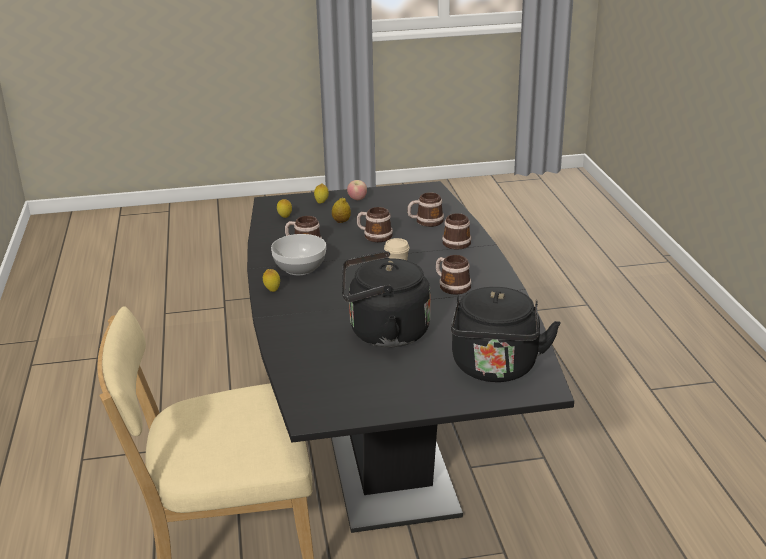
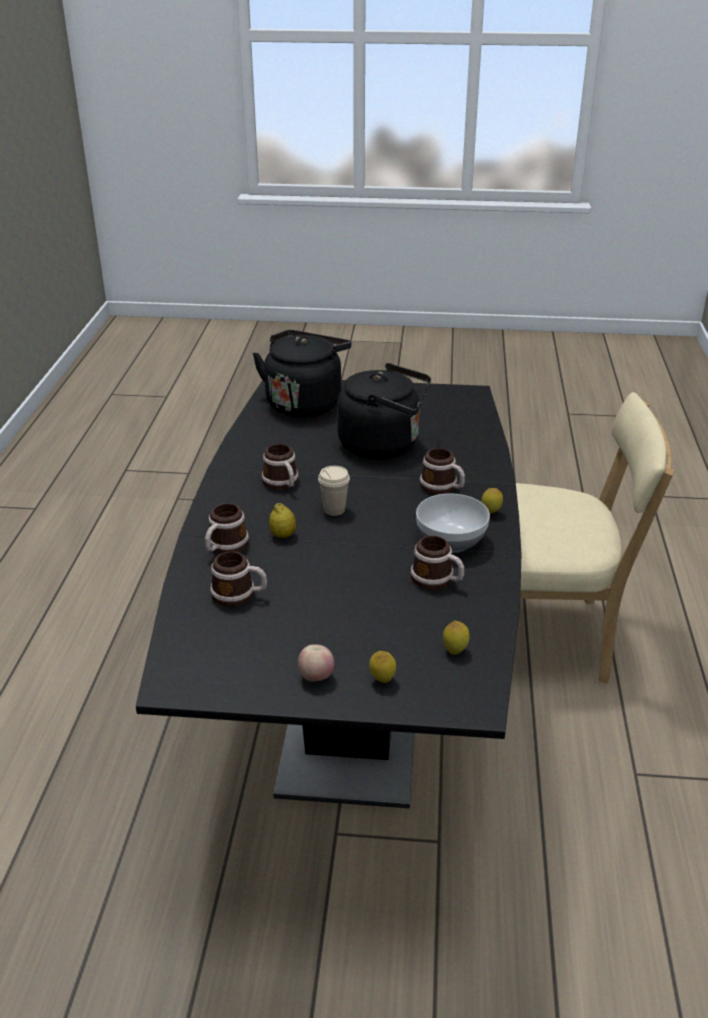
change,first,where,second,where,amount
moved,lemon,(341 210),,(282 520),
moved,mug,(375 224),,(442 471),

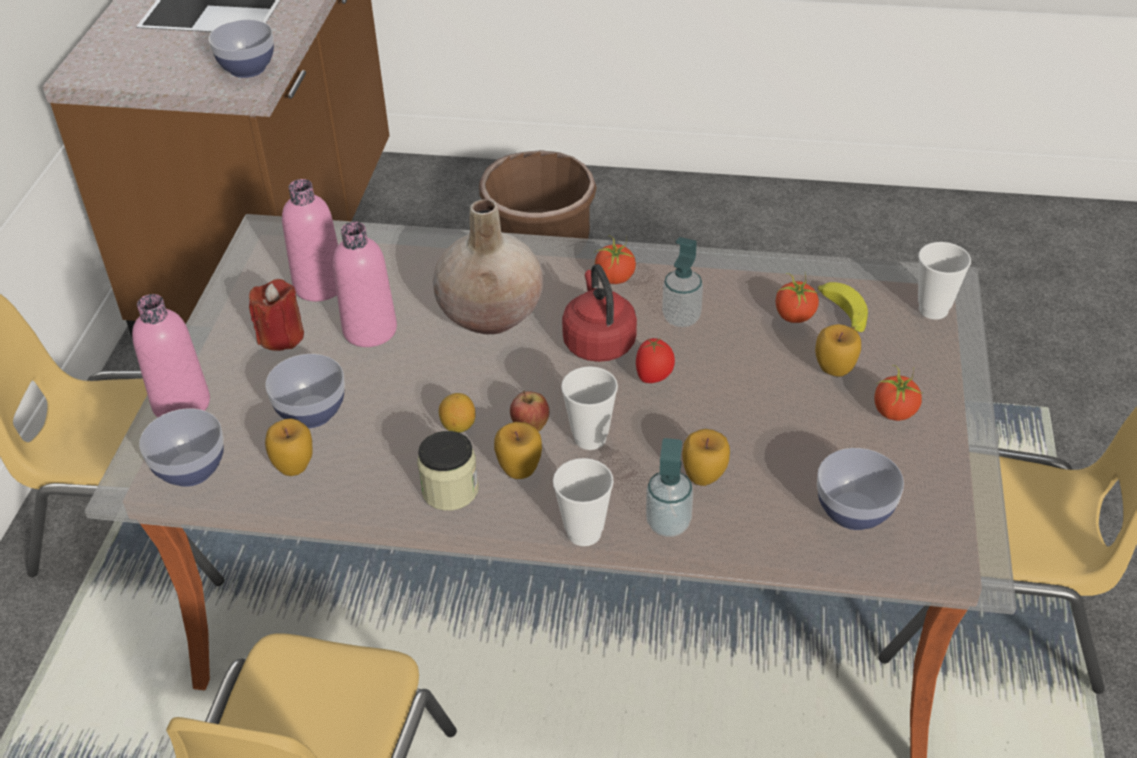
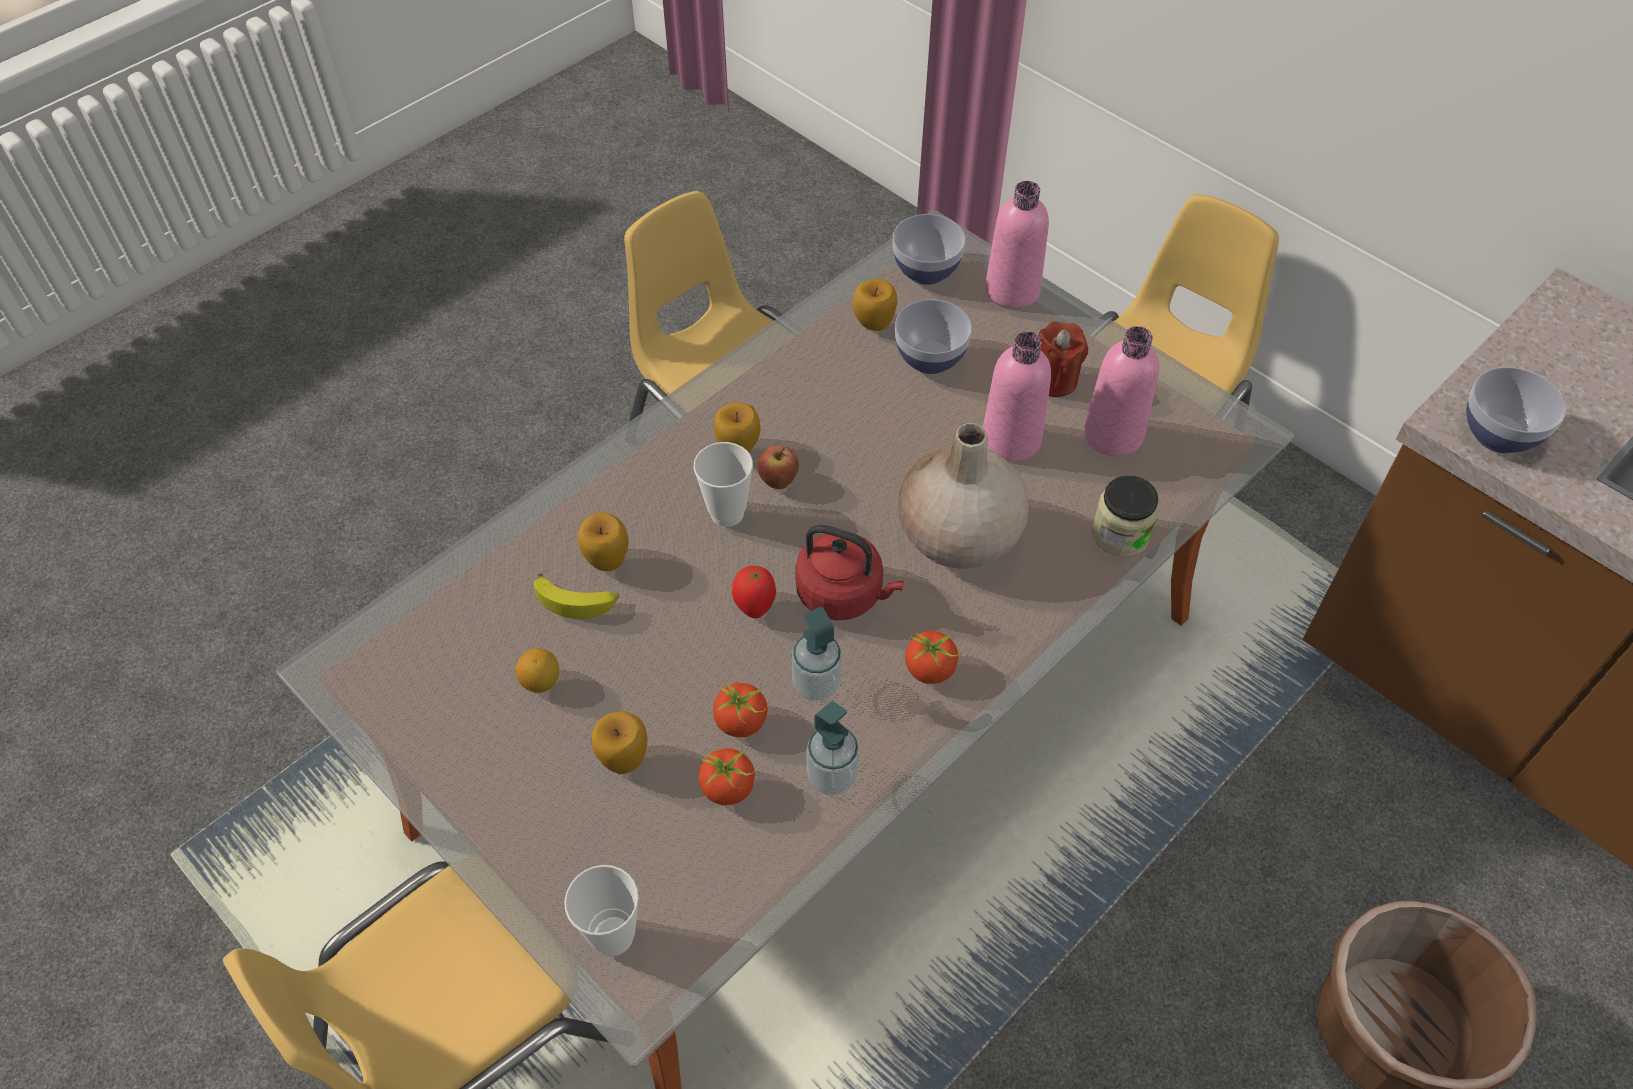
change,first,where,second,where,amount
moved,banana,(843 307),,(576 596),
moved,tomato,(899 393),,(740 708),
moved,lemon,(457 413),,(537 670),
moved,jar,(448 471),,(1125 516),
moved,soap dispenser,(669 487),,(833 748),
removed,bowl,(860 489),,,
removed,cup,(583 502),,,

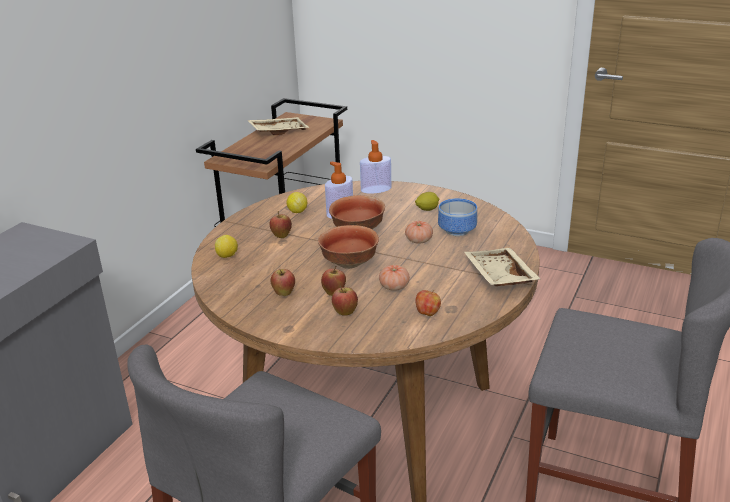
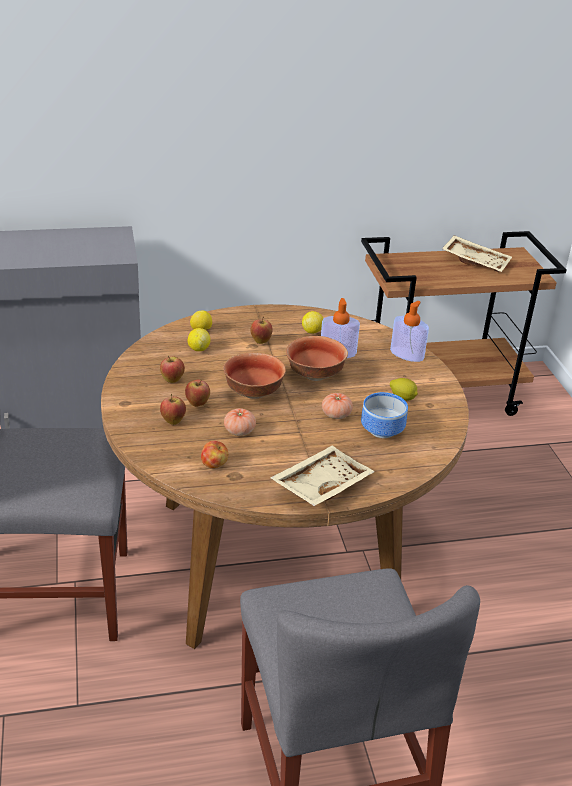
change,first,where,second,where,amount
added,,,lemon,(199 339),

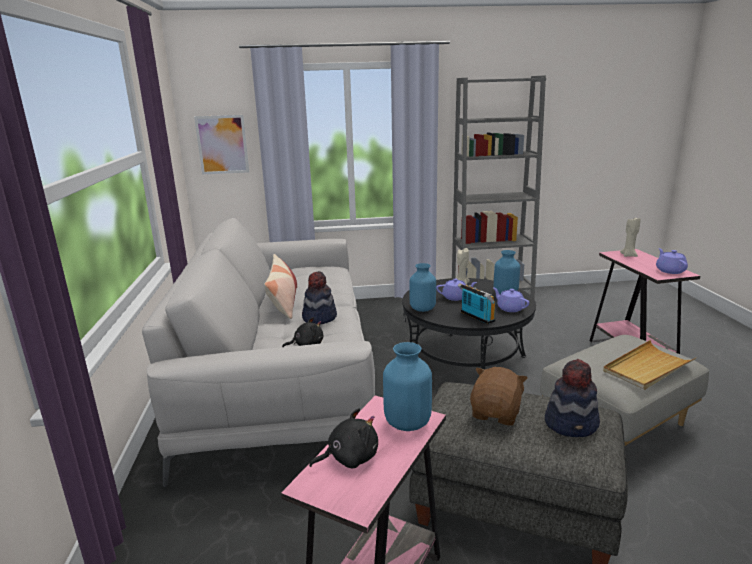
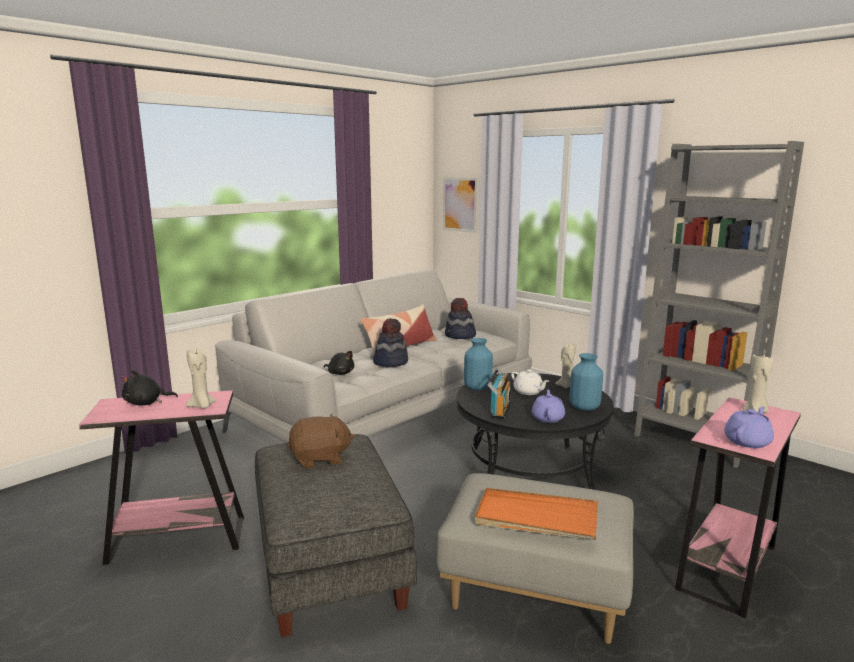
change,first,where,second,where,amount
recoloured,purple teapot,(456 289),white teapot,(530 382),
recoloured,beige tray,(650 365),orange tray,(536 514),
replaced,blue vase,(407 386),beige candle,(201 378),
moved,hat,(572 398),,(460 318),
turned,black plush toy,(343 438),,(150 388),135 degrees clockwise

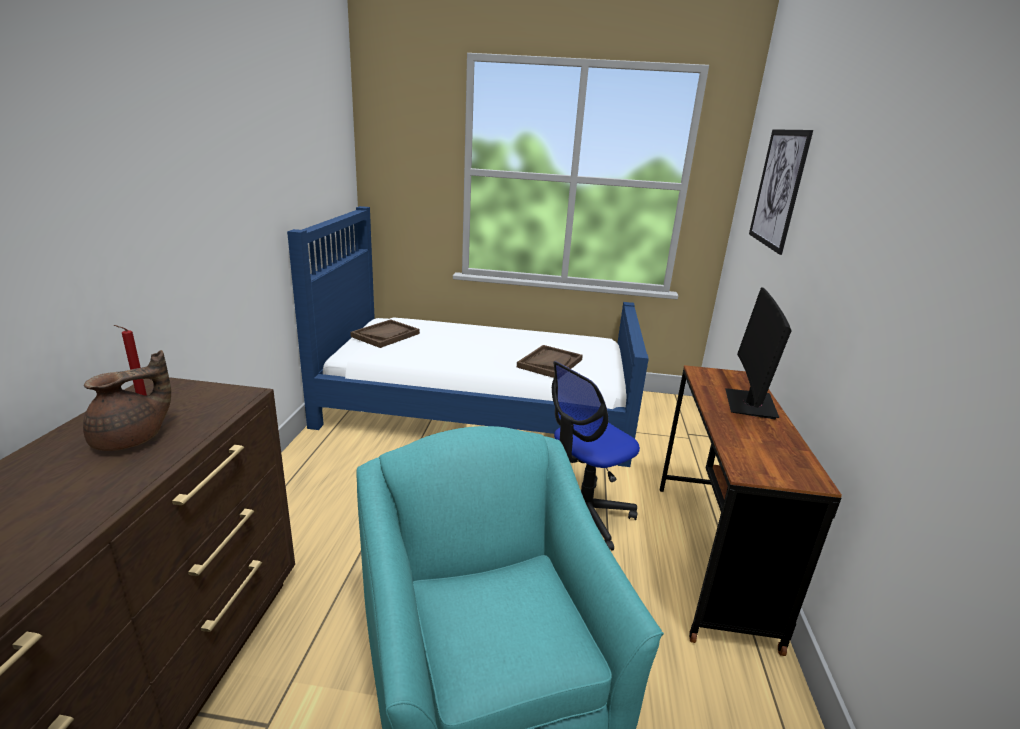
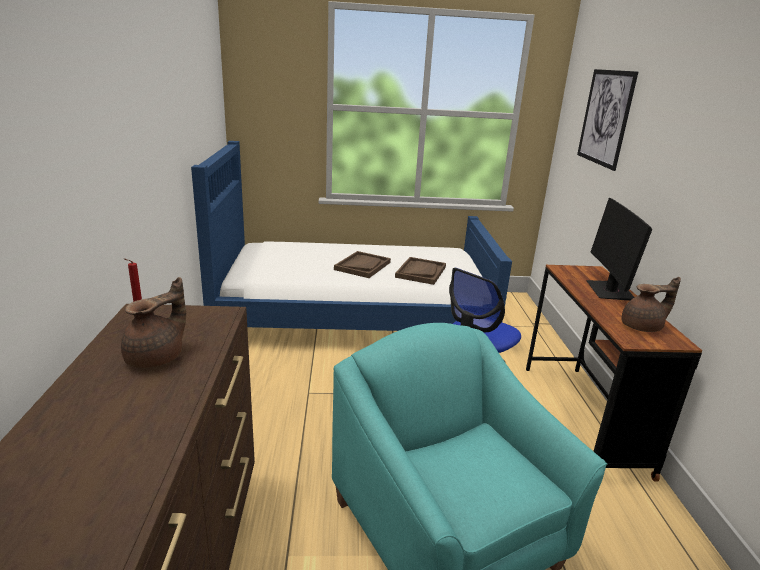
change,first,where,second,where,amount
moved,brown tray,(385 333),,(362 264),
added,,,brown teapot,(651 304),

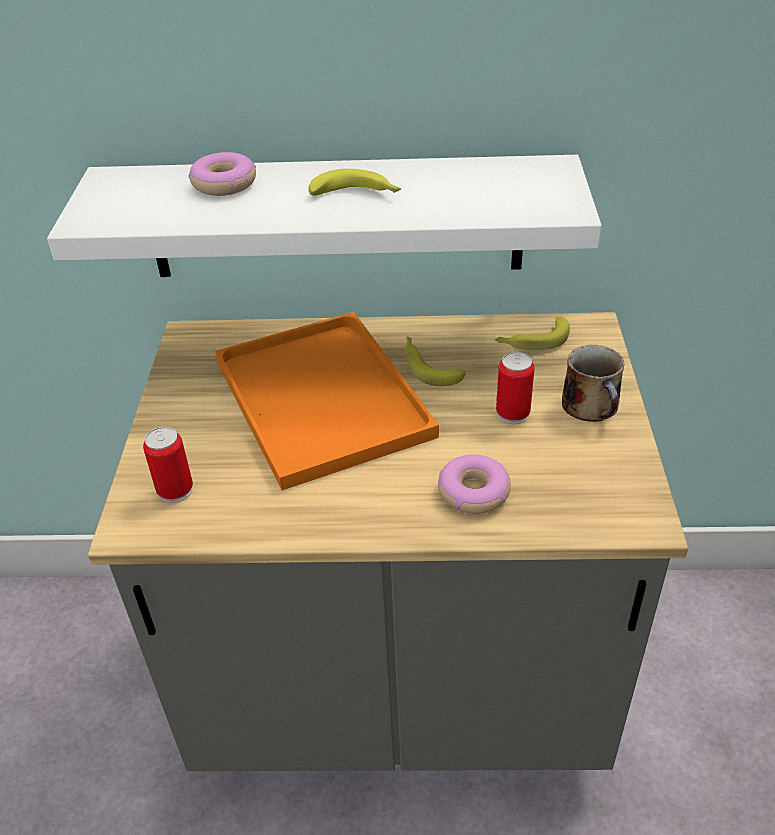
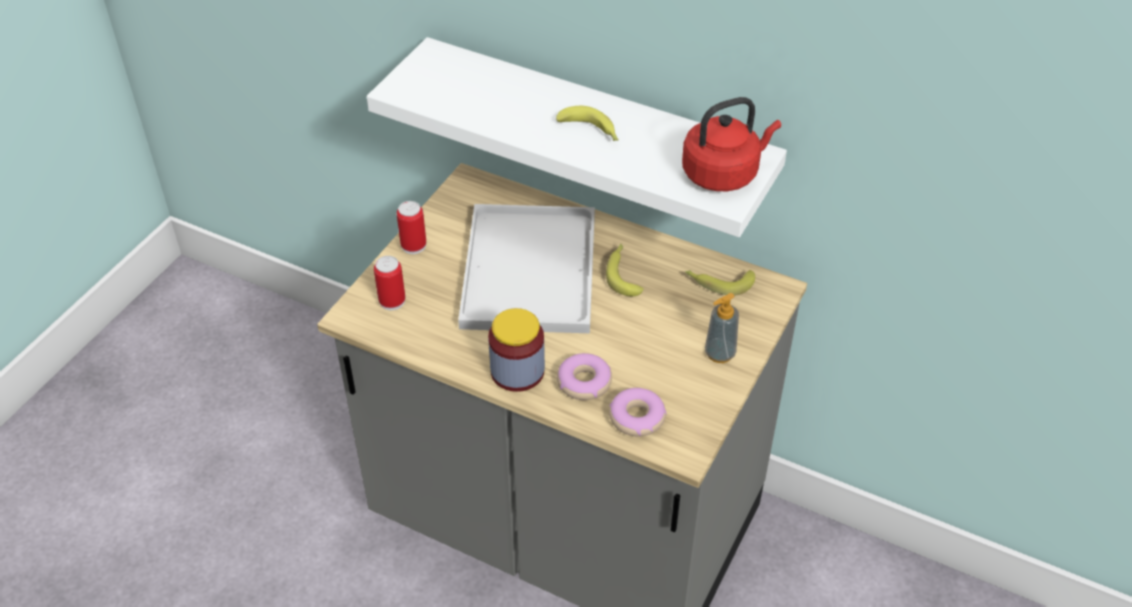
change,first,where,second,where,amount
moved,donut,(222 174),,(638 412),
recoloured,orange tray,(327 401),white tray,(526 268),
replaced,mug,(593 383),soap dispenser,(722 328),
moved,can,(515 388),,(411 227),
added,,,red kettle,(731 144),
added,,,jar,(516 350),

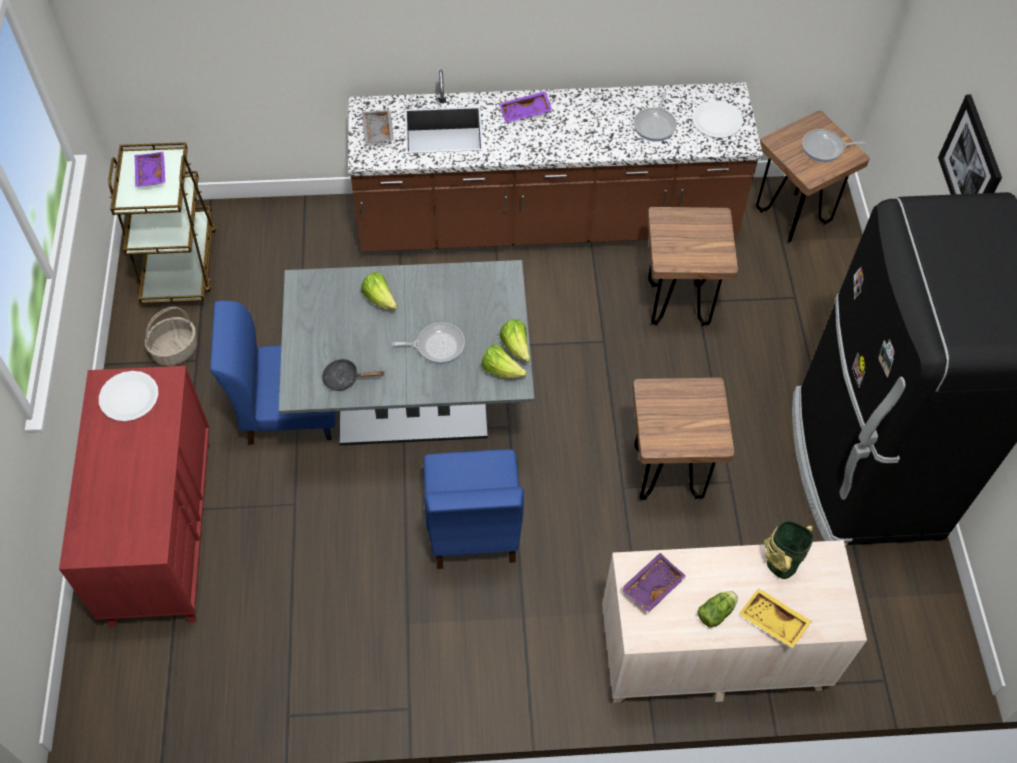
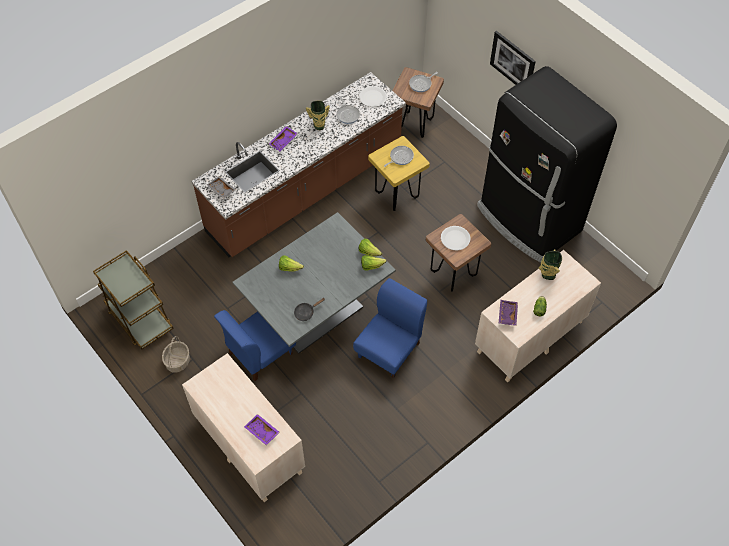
change,first,where,second,where,amount
moved,purple tray,(150 169),,(261 429),
recoloured,brown stool,(692 266),yellow stool,(399 173),
moved,frying pan,(428 343),,(399 156),
recoloured,red dresser,(134 496),beige dresser,(243 427),
moved,white plate,(128 396),,(456 238),
turned,blue chair,(473 509),,(390 328),105 degrees counterclockwise
removed,yellow tray,(775 618),,,
added,,,vase,(318 115),

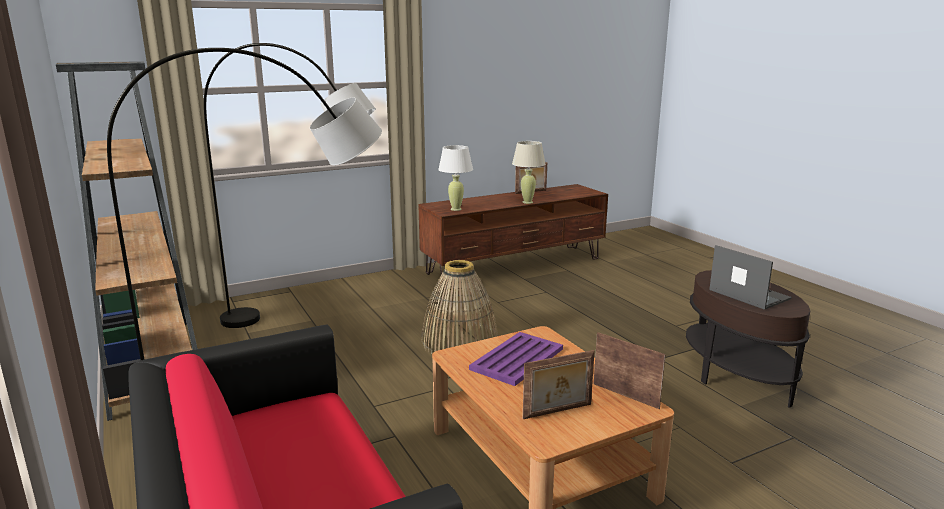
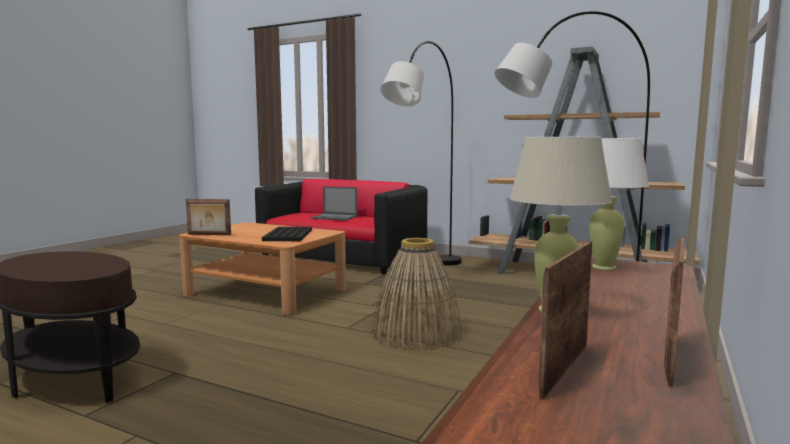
change,first,where,second,where,amount
moved,laptop,(750 277),,(334 203),
recoloured,purple tray,(516 359),black tray,(287 234),
moved,picture frame,(558 384),,(566 320),

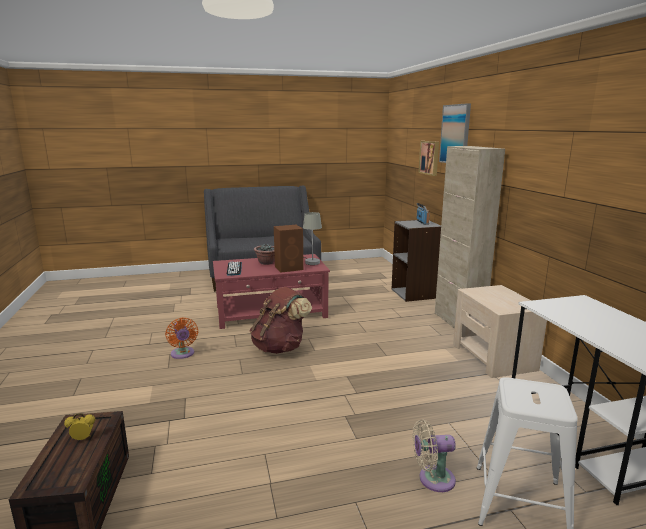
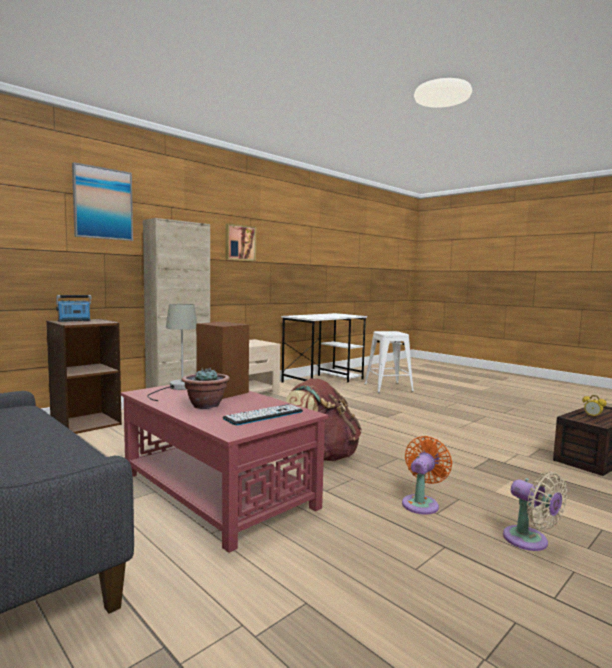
change,first,where,second,where,amount
moved,picture,(428 158),,(241 242),
recoloured,grey bookcase,(416 261),brown bookcase,(84 376),
moved,beige fan,(434 455),,(535 511),

